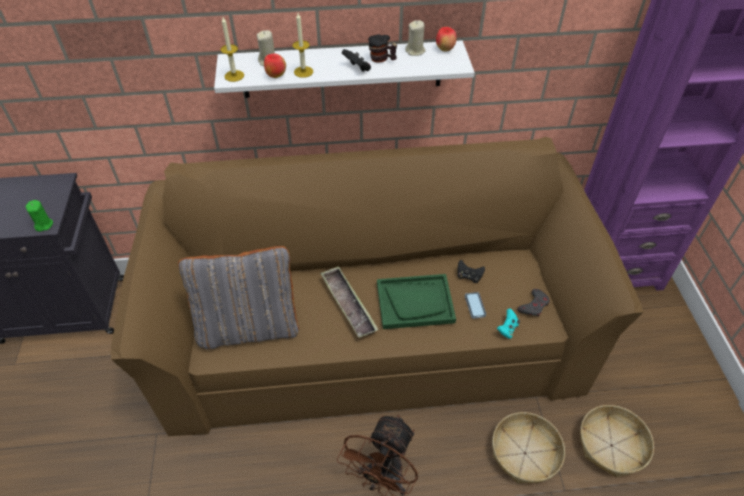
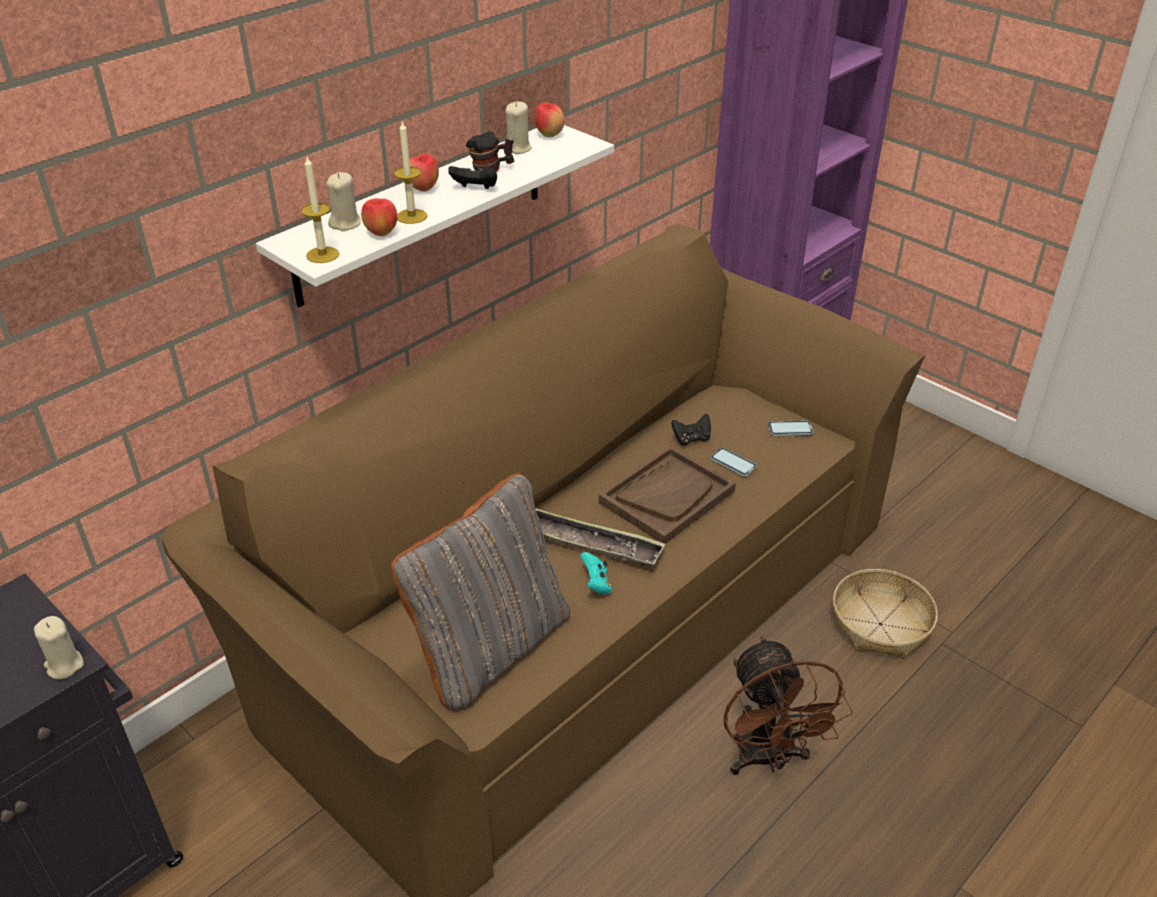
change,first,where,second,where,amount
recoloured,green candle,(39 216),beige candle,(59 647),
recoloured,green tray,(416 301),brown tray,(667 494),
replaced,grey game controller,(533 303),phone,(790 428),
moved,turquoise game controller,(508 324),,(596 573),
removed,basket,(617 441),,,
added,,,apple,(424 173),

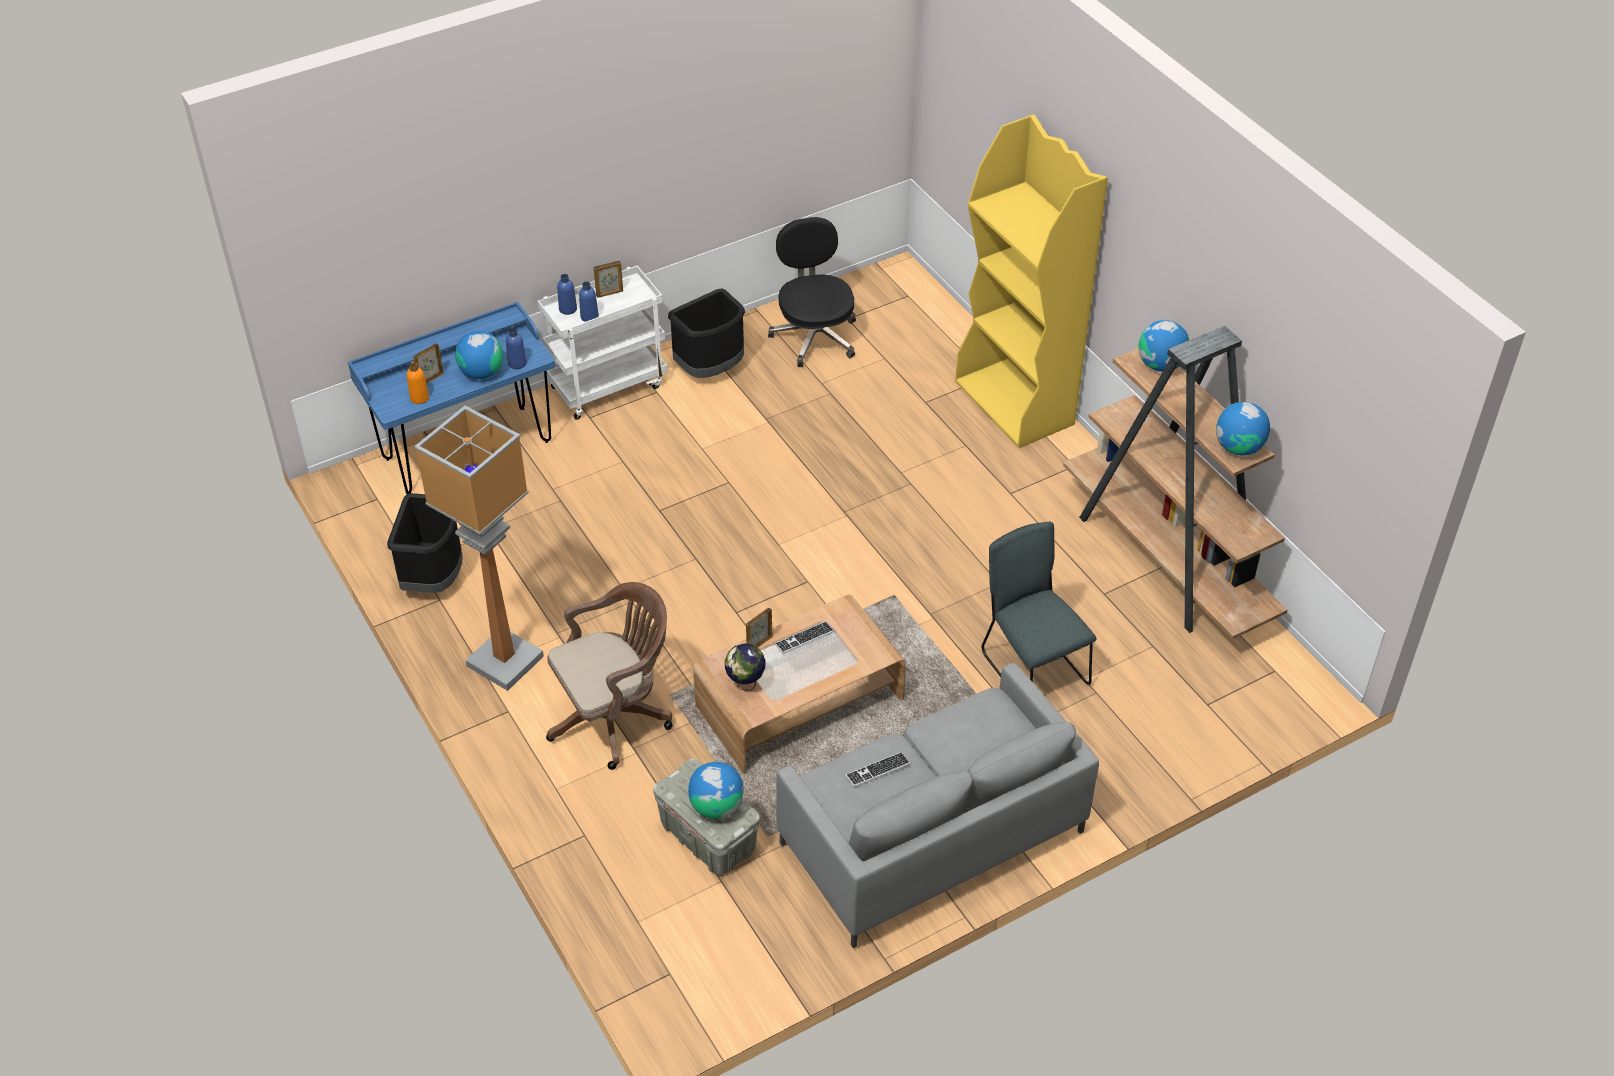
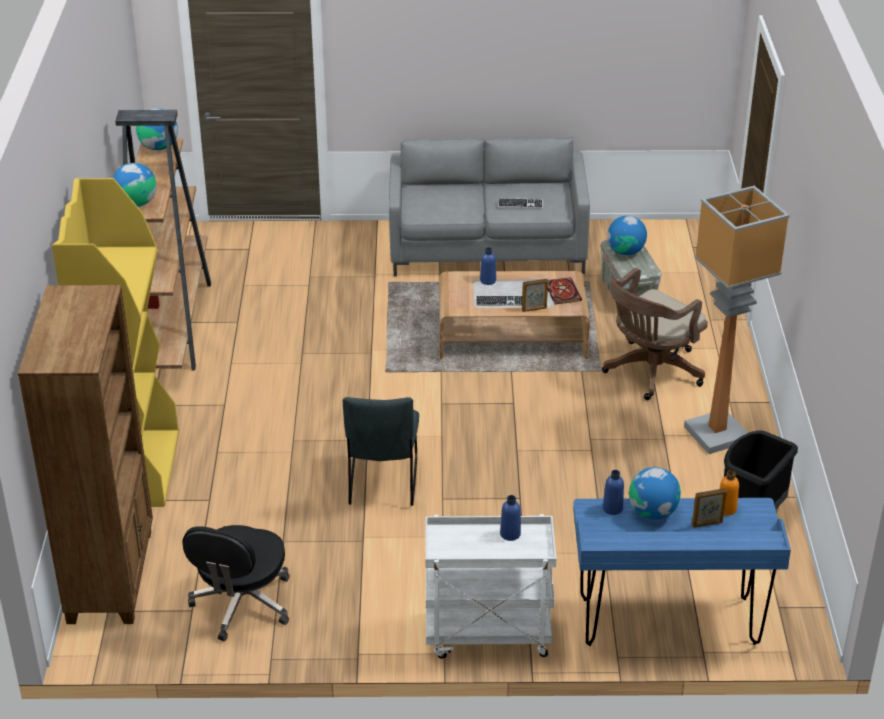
change,first,where,second,where,amount
removed,picture frame,(608 279),,,
moved,blue bottle,(567 294),,(488 266),
removed,black trash can,(706 333),,,
moved,grey chair,(1039 603),,(381 451),
turned,brown office chair,(609 676),,(655 334),45 degrees counterclockwise
replaced,globe,(745 667),book,(565 290),
added,,,brown bookcase,(85 454),

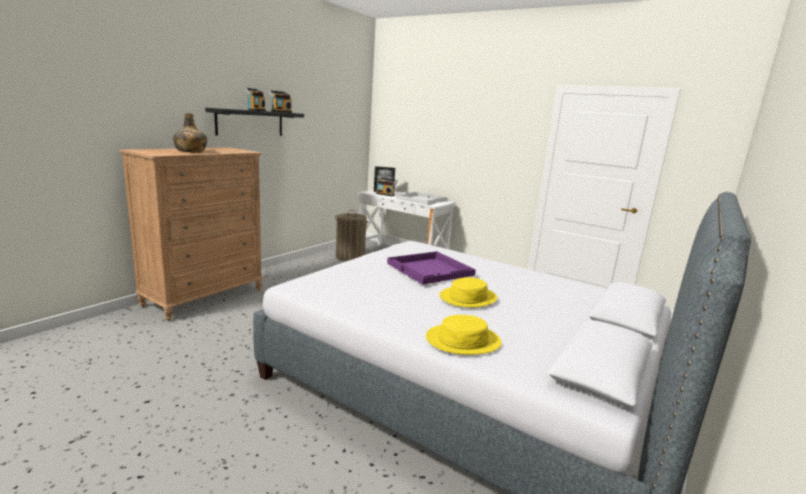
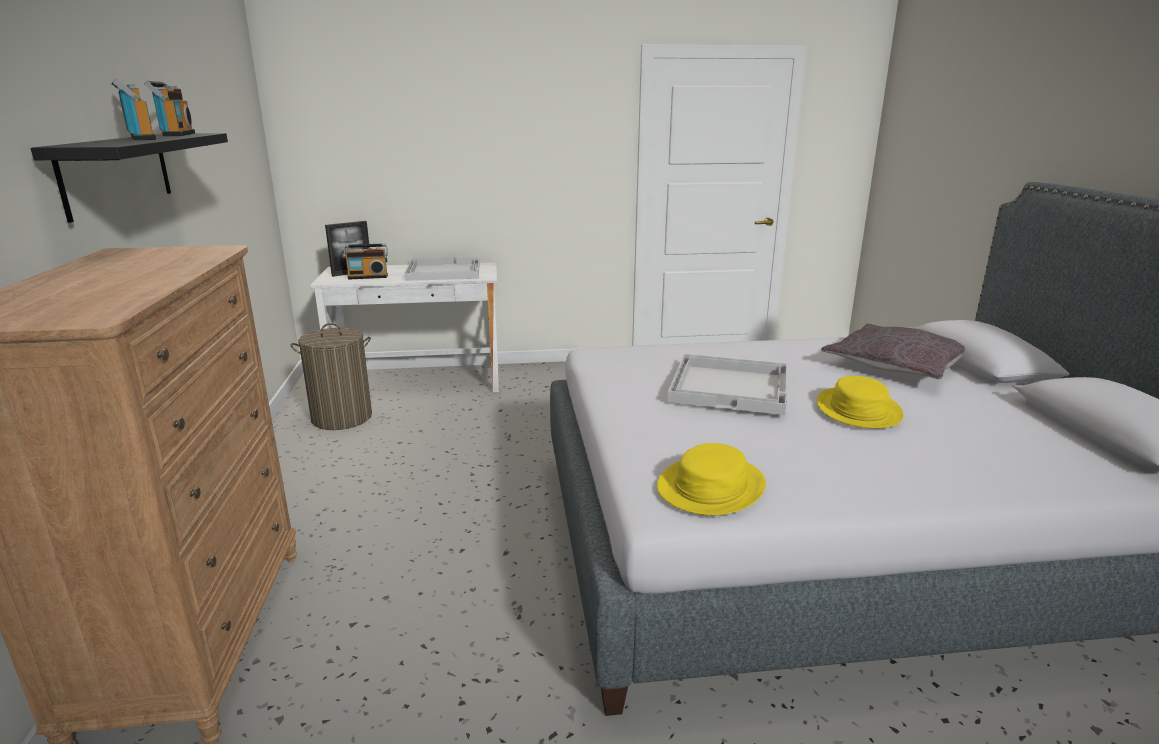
change,first,where,second,where,amount
removed,green bottle,(190 132),,,
recoloured,purple tray,(431 268),white tray,(727 384),
moved,yellow hat,(463 335),,(711 479),
added,,,grey pillow,(893 351),

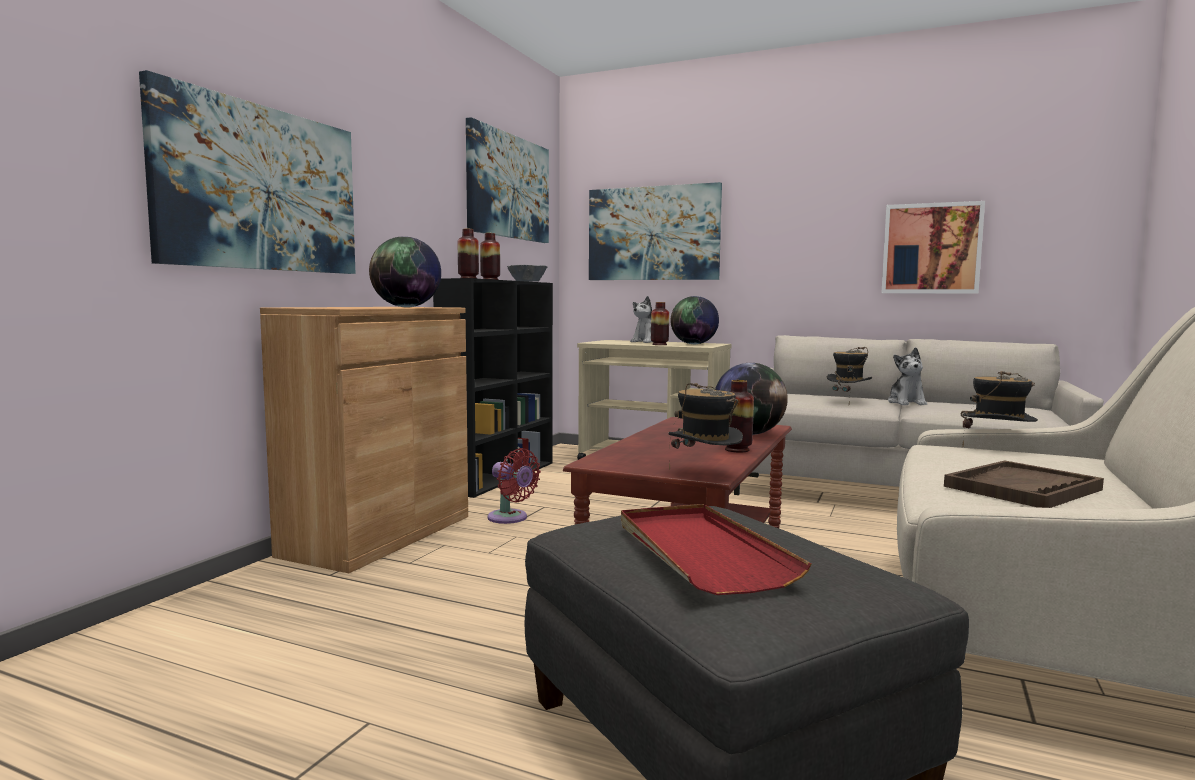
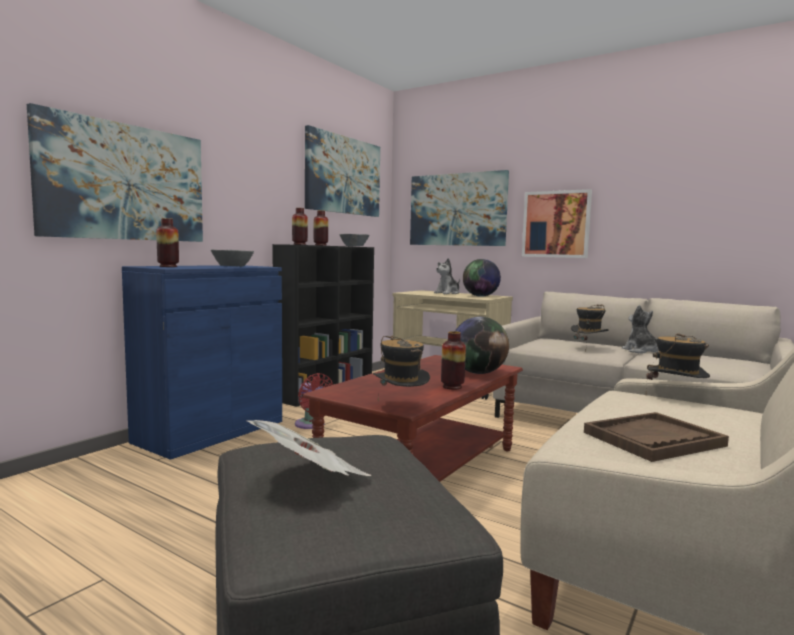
change,first,where,second,where,amount
moved,picture,(933 247),,(557 223),
replaced,globe,(405 271),grey bowl,(232 258),
moved,vase,(660 323),,(167 242),
recoloured,brown cabinet,(364 440),blue cabinet,(202 362),
turned,plush toy,(907 376),,(640 329),150 degrees clockwise
replaced,red tray,(716 549),newspaper,(308 448),

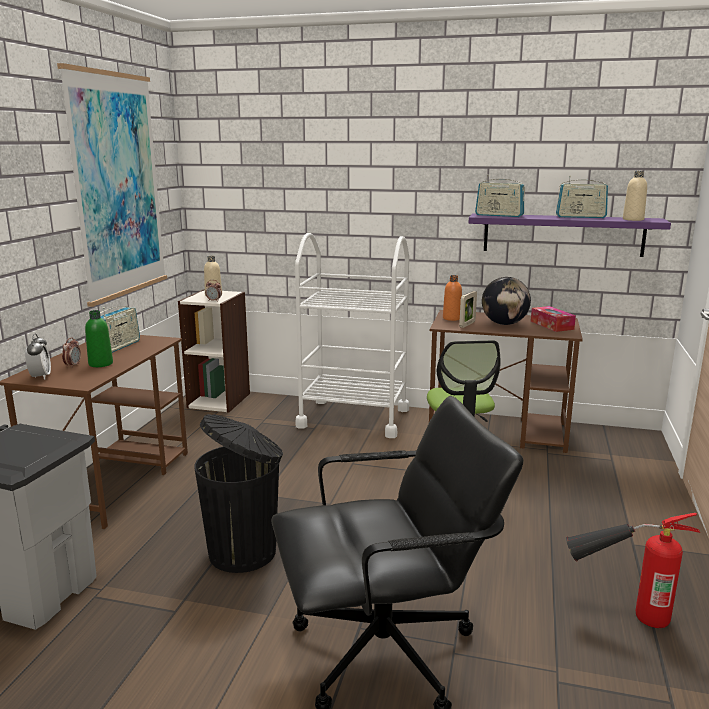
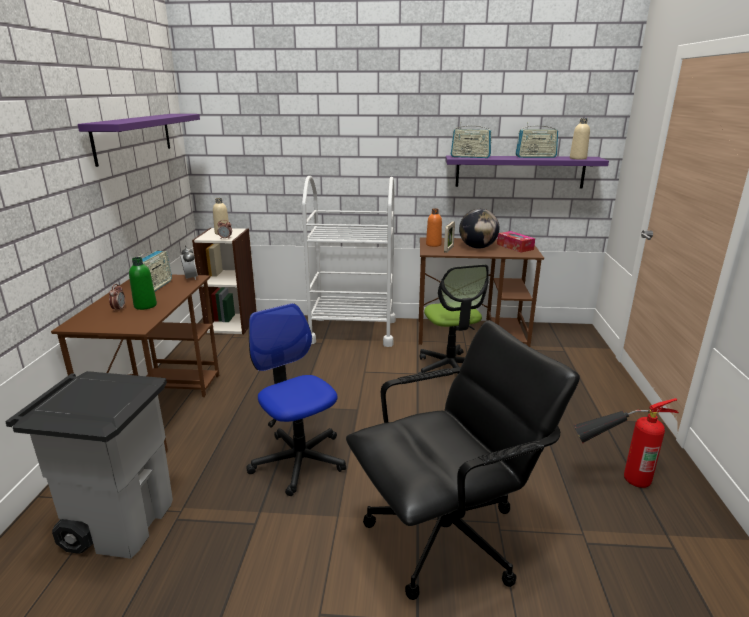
change,first,where,second,where,amount
replaced,picture,(112 185),purple shelf,(139 140),
moved,alarm clock,(38 357),,(189 262),
replaced,black trash can,(238 493),office chair,(296 399),

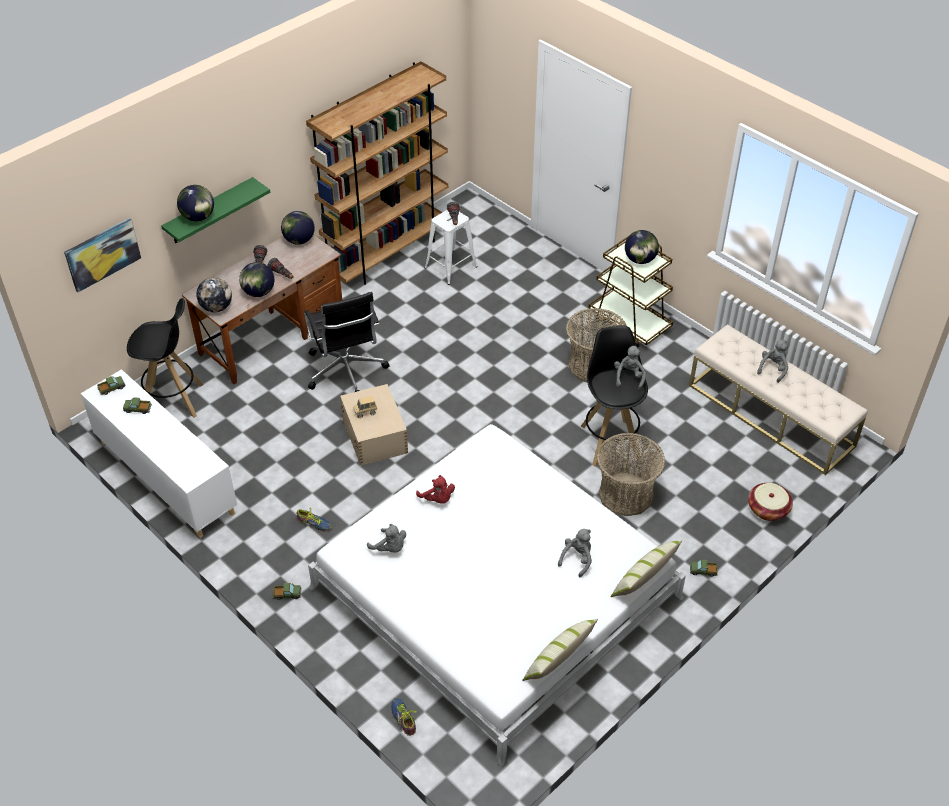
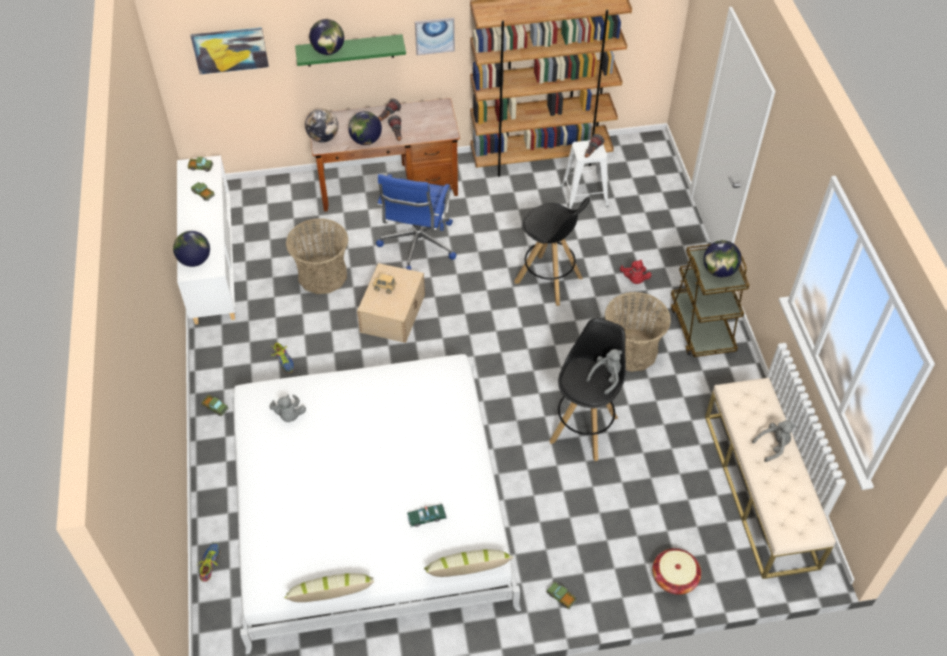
change,first,where,second,where,amount
moved,globe,(298 228),,(191 249),
recoloured,black office chair,(347 342),blue office chair,(416 222),
moved,black stool,(165 358),,(552 251),
moved,basket,(631 474),,(317 256),
moved,red plush toy,(435 489),,(635 272),
replaced,grey plush toy,(575 553),toy car,(427 516),
added,,,picture,(435 36),

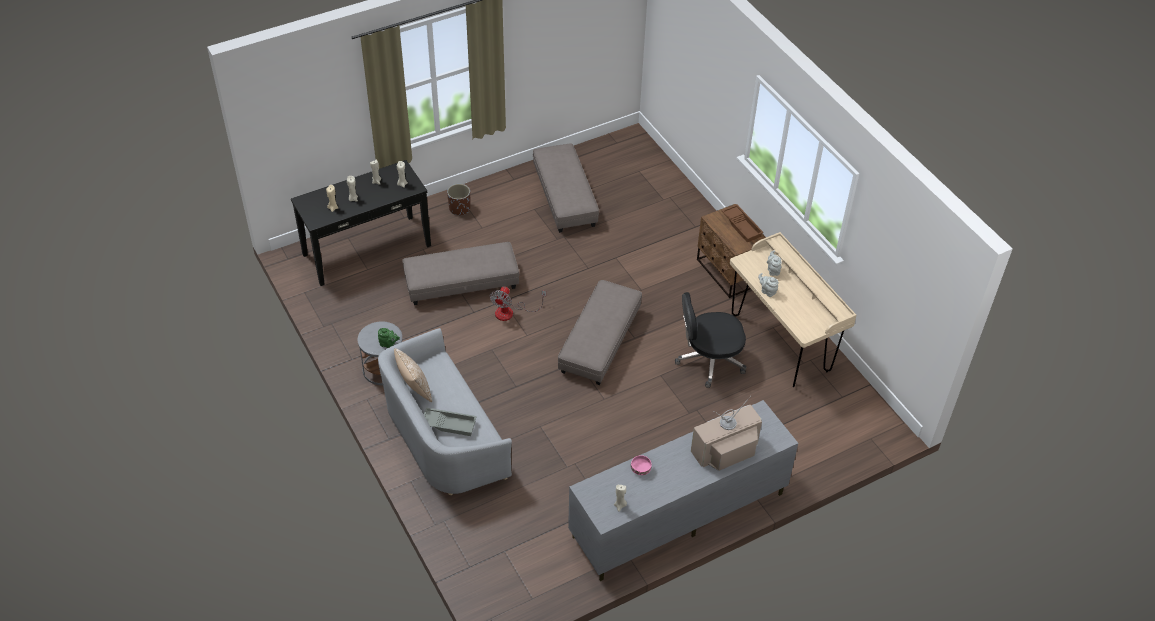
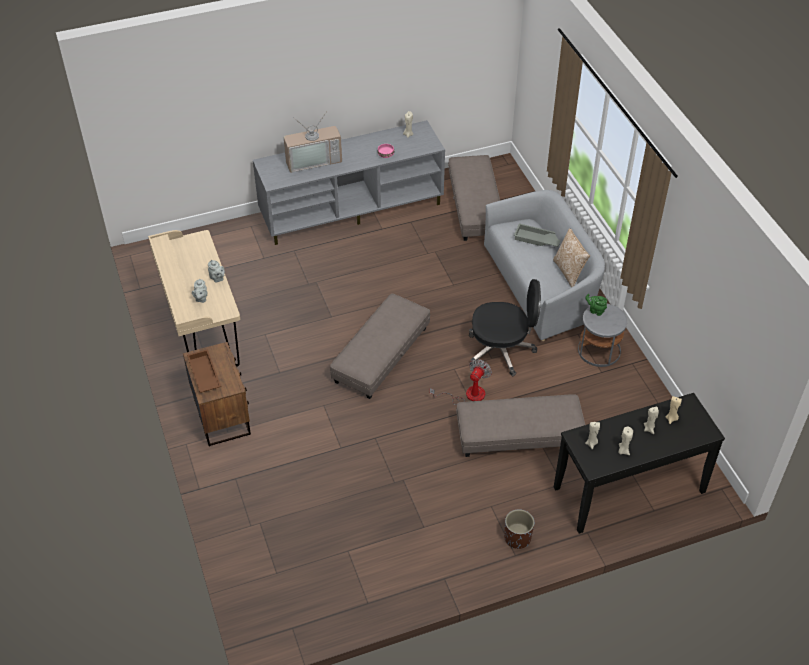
change,first,where,second,where,amount
moved,grey ottoman,(566 188),,(474 198),
moved,black office chair,(710 340),,(505 327),

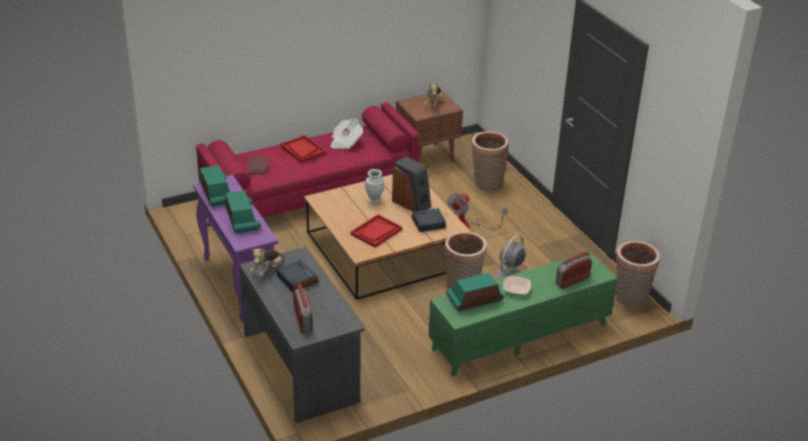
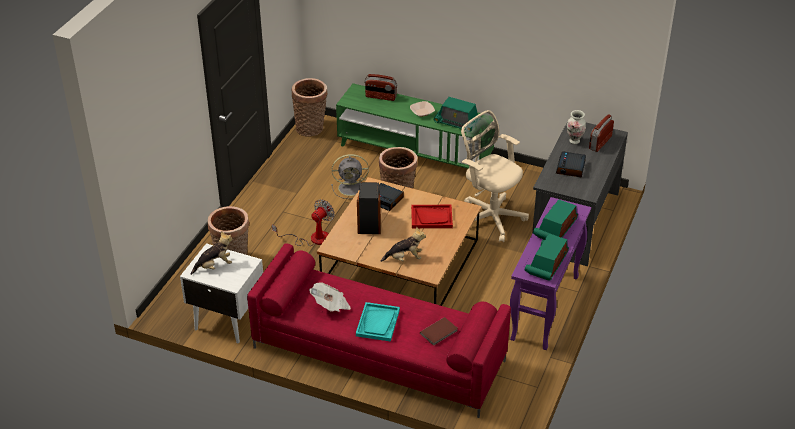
change,first,where,second,where,amount
recoloured,brown nightstand,(429 127),white nightstand,(221 293),
recoloured,red tray,(303 149),turquoise tray,(378 322),
moved,vase,(375 186),,(576 127),
turned,fan,(477 211),,(303 222),45 degrees counterclockwise
moved,plush toy,(267 263),,(403 244),
added,,,beige office chair,(495 176),

